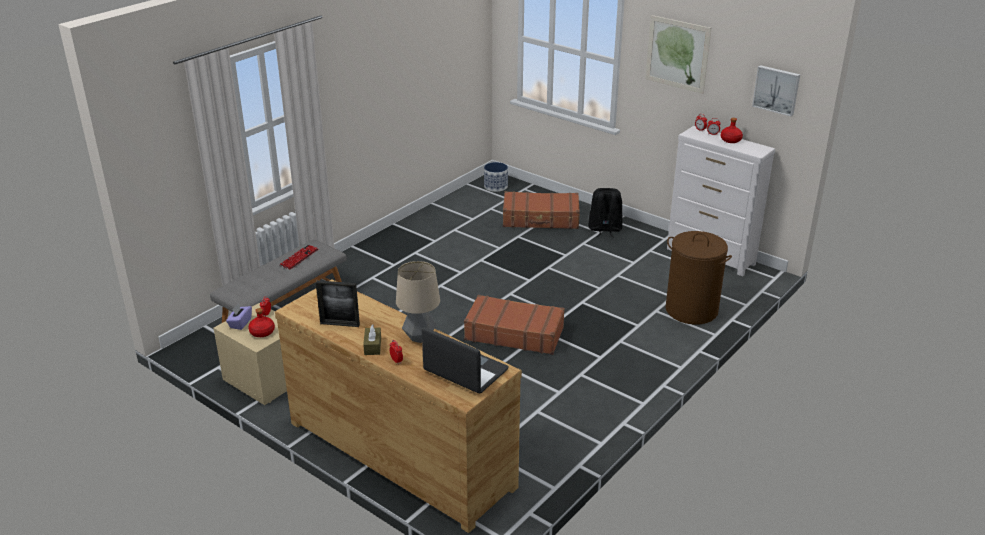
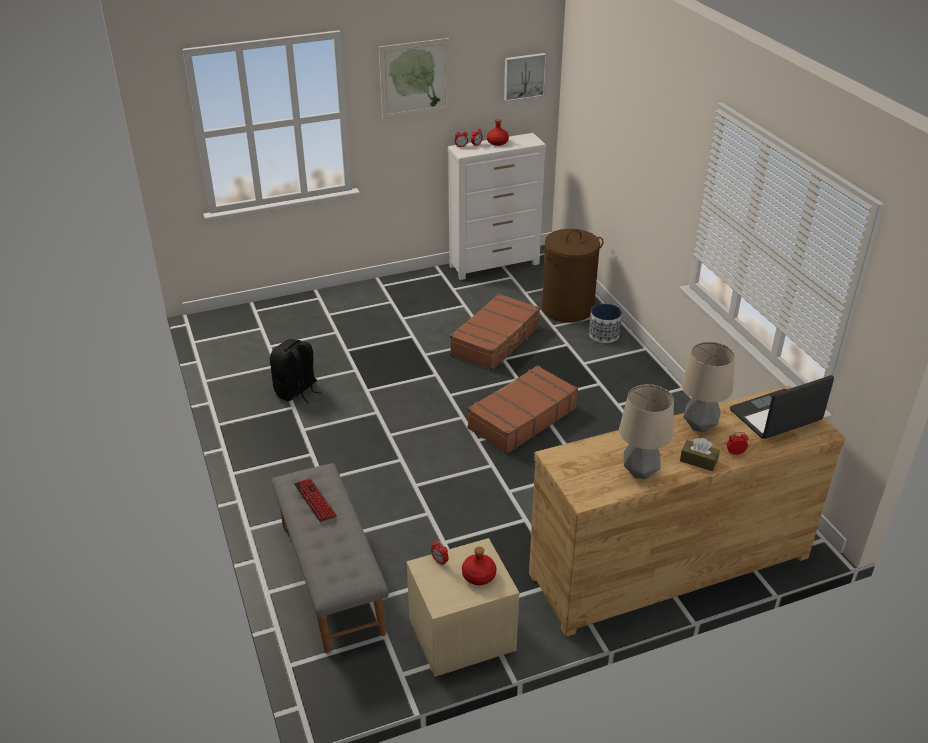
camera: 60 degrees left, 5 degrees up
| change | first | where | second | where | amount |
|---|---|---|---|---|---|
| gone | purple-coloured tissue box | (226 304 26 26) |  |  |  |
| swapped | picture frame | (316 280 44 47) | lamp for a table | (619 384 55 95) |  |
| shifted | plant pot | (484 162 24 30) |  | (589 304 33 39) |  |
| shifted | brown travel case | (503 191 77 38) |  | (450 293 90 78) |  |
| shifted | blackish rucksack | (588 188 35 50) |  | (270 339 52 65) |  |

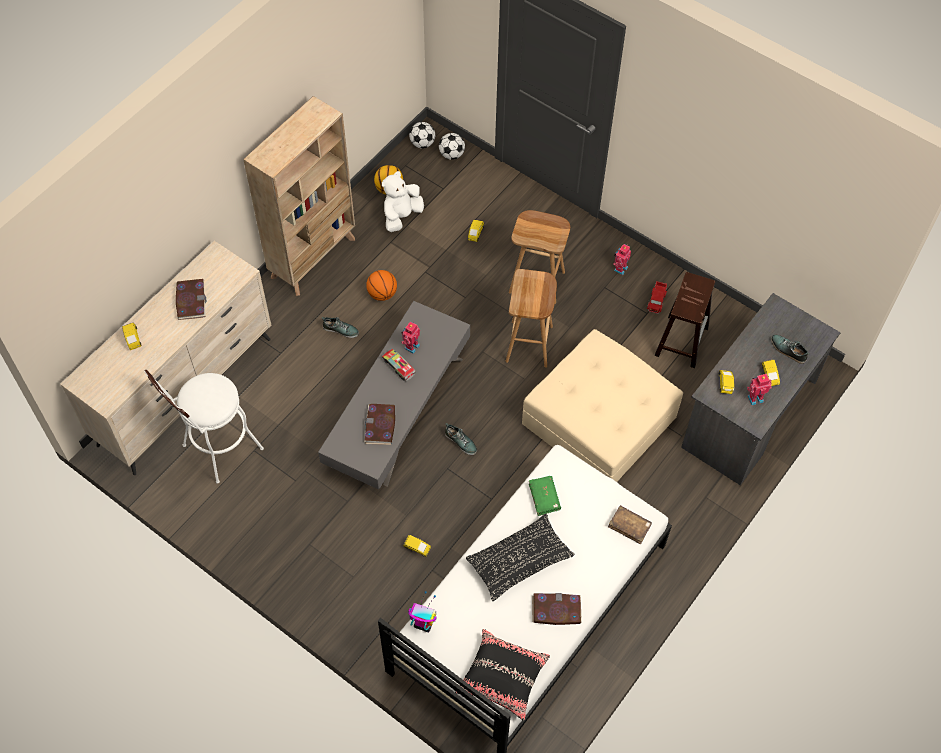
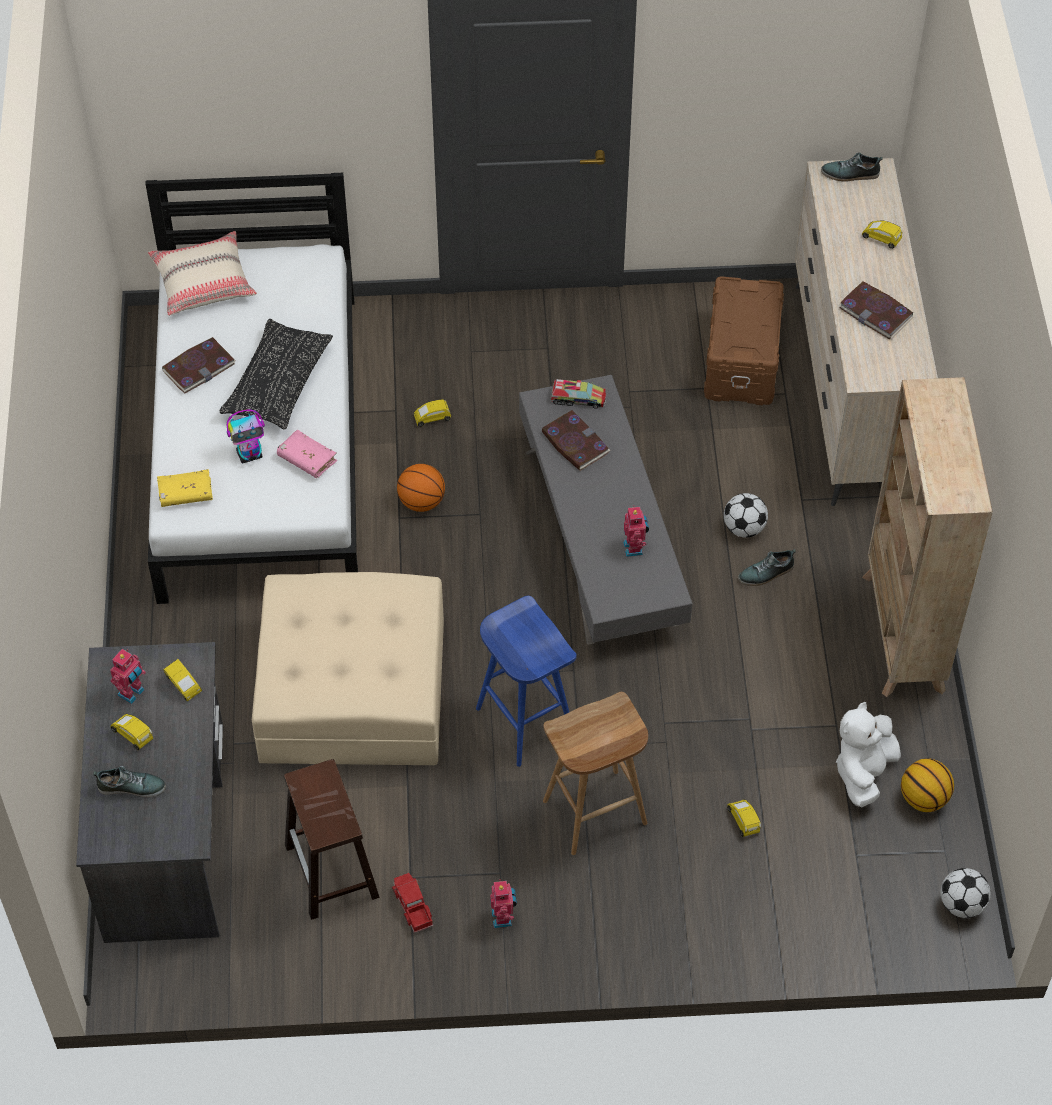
camera: 140 degrees right, 5 degrees down
| change | first | where | second | where | amount |
|---|---|---|---|---|---|
| swapped | white-coloured stool | (144 370 120 114) | brown storage container | (704 276 80 129) |  |
| shifted | basketball | (366 270 31 31) |  | (397 464 48 48) |  |
| rotated | white-coloured cuddly toy | (382 171 42 61) |  | (836 702 65 105) | 150 degrees counterclockwise |
| shifted | toy truck | (382 349 33 32) |  | (551 379 55 30) |  |
| shifted | model robot | (408 591 29 41) |  | (227 409 38 54) |  |
| shifted | football ball | (439 133 26 27) |  | (724 493 44 45) |  |
| shifted | item of footwear | (445 423 32 32) |  | (821 152 62 30) |  |
| repainted | blackish throw pillow | (455 629 95 92) | sand-coloured throw pillow | (148 231 109 85) |  |
| repainted | brown stool | (506 269 51 99) | blue-coloured stool | (476 596 101 171) |  |
| repainted | greenish book | (529 476 32 40) | pink book | (277 430 60 48) |  |
| repainted | brown book | (608 505 44 39) | yellowish book | (157 469 56 38) |  |

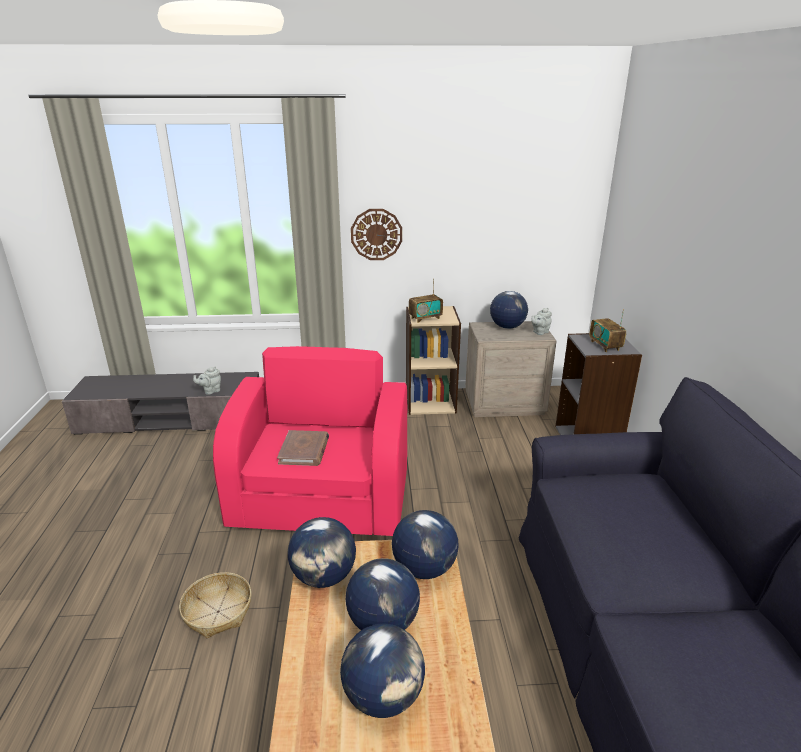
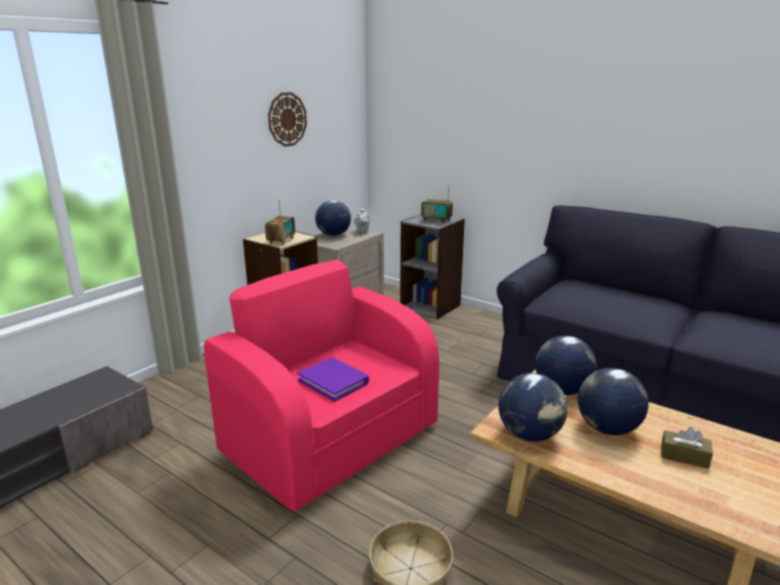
camera: 50 degrees left, 5 degrees down
| change | first | where | second | where | amount |
|---|---|---|---|---|---|
| gone | grey pot for tea | (193 367 28 28) |  |  |  |
| repainted | brown book | (277 430 52 36) | purple-coloured book | (297 357 72 45) |  |
| swapped | desk globe | (340 624 85 94) | brown tissue box | (661 427 52 42) |  |
| shifted | clock on the wall | (351 209 51 51) |  | (268 92 39 55) |  |

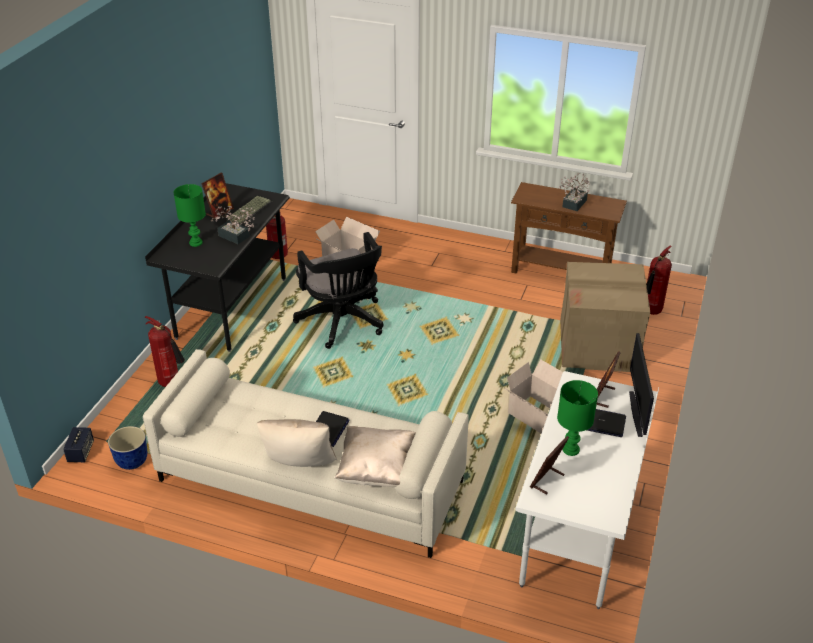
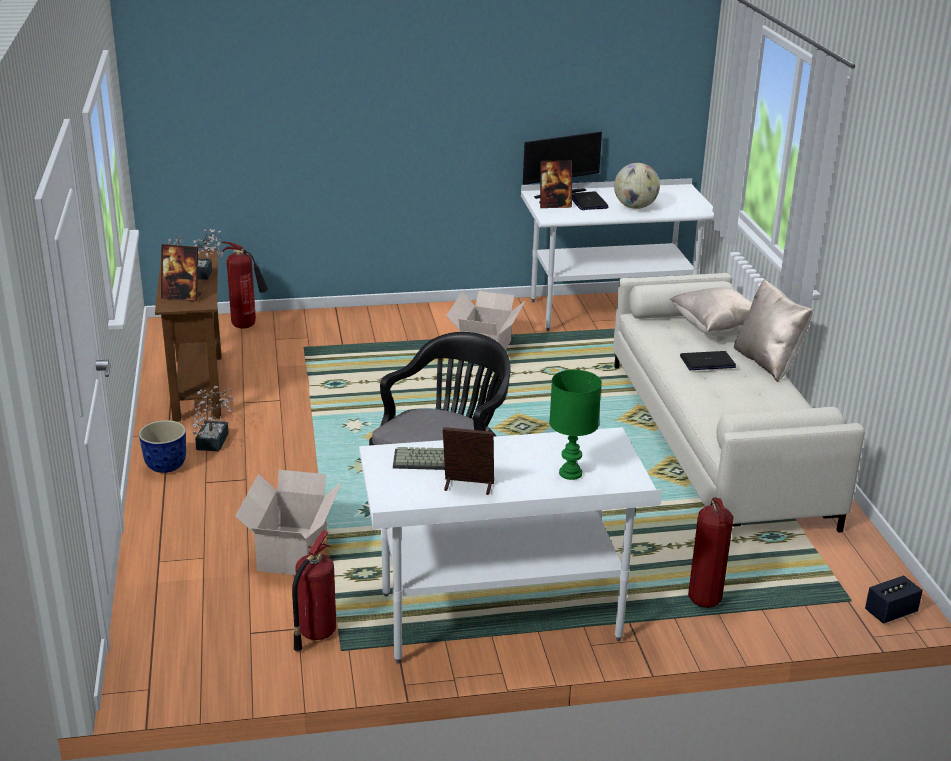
camera: 120 degrees left, 10 degrees down
| change | first | where | second | where | amount |
|---|---|---|---|---|---|
| shifted | plant pot | (108 426 39 44) |  | (139 420 47 53) |  |
| repainted | blackish desk table | (145 183 145 169) | white-coloured desk table | (359 427 303 237) |  |
| shifted | plant in a pot | (211 206 44 38) |  | (192 386 42 65) |  |
| shifted | picture frame | (530 436 39 59) |  | (161 244 40 58) |  |
| swapped | greenish lamp for a table | (557 380 41 76) | desk globe | (614 163 46 46) |  |
| gone | cardboard box | (560 262 90 110) |  |  |  |

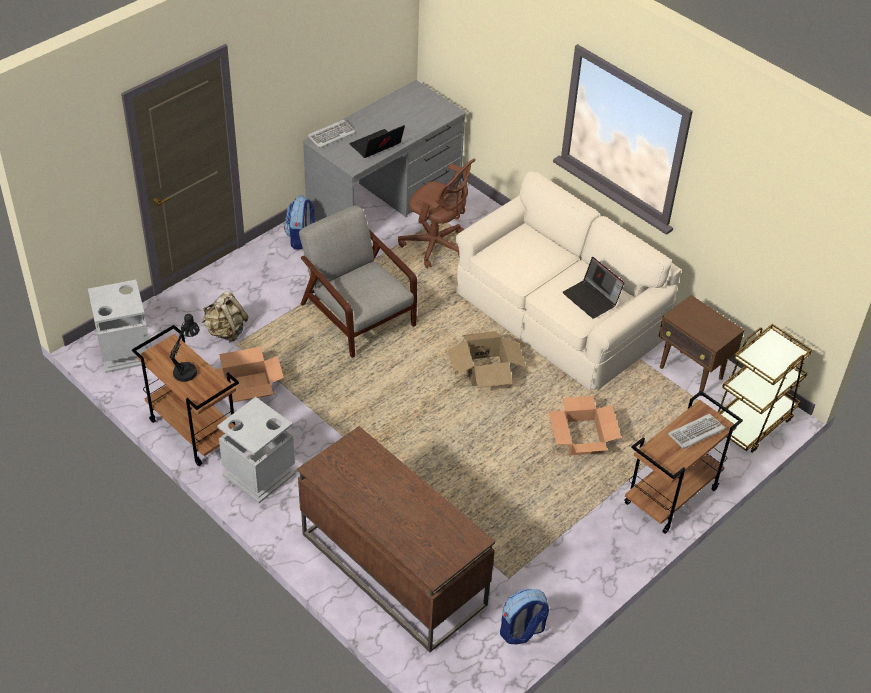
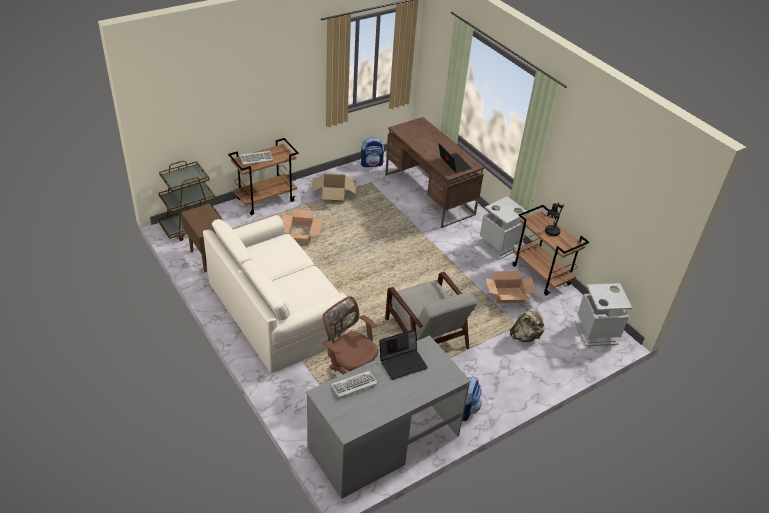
camera: 170 degrees left, 5 degrees down
| change | first | where | second | where | amount |
|---|---|---|---|---|---|
| shifted | keyboard | (307 119 49 29) |  | (331 371 47 27) |  |
| shifted | cardboard box | (448 331 78 57) |  | (311 173 45 29) |  |
| shifted | notebook computer | (562 257 62 62) |  | (438 143 34 30) |  |

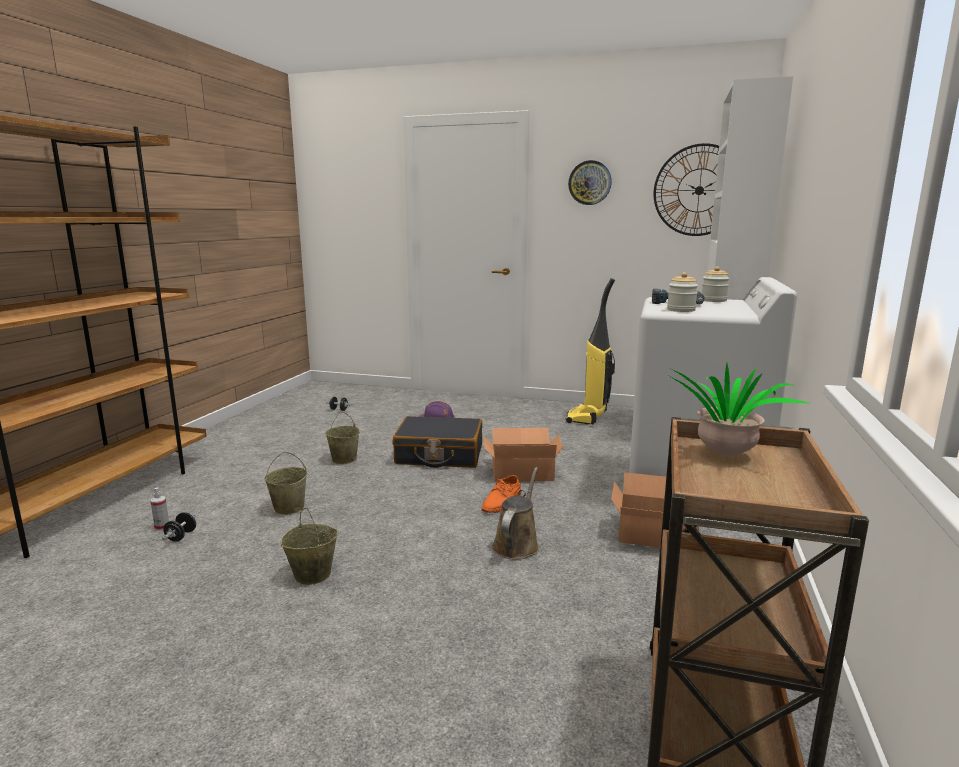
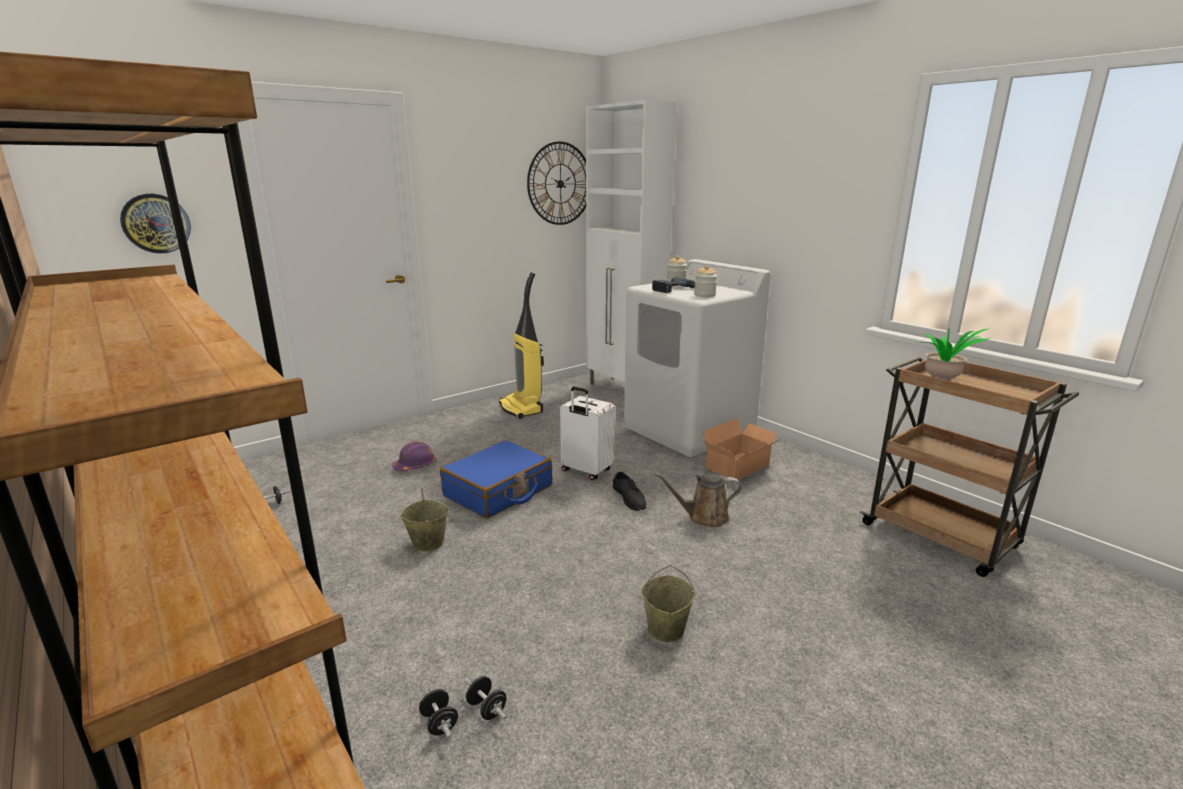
camera: 55 degrees left, 5 degrees up
| change | first | where | second | where | amount |
|---|---|---|---|---|---|
| swapped | spray bottle | (150 487 19 44) | blackish dumbbell | (419 688 39 50) |  |
| gone | sand-coloured bucket | (265 452 42 63) |  |  |  |
| repainted | blackish travel case | (393 416 89 52) | blue-coloured travel case | (440 440 112 78) |  |
| repainted | orange item of footwear | (481 475 40 38) | blackish item of footwear | (613 472 33 39) |  |
| swapped | cardboard box | (483 428 80 54) | white-coloured travel case | (560 386 55 94) |  |
| rotated | brown watering pot | (492 467 47 93) |  | (654 472 88 55) | 60 degrees counterclockwise |
| shifted | clock on the wall | (568 160 44 45) |  | (120 194 71 60) |  |

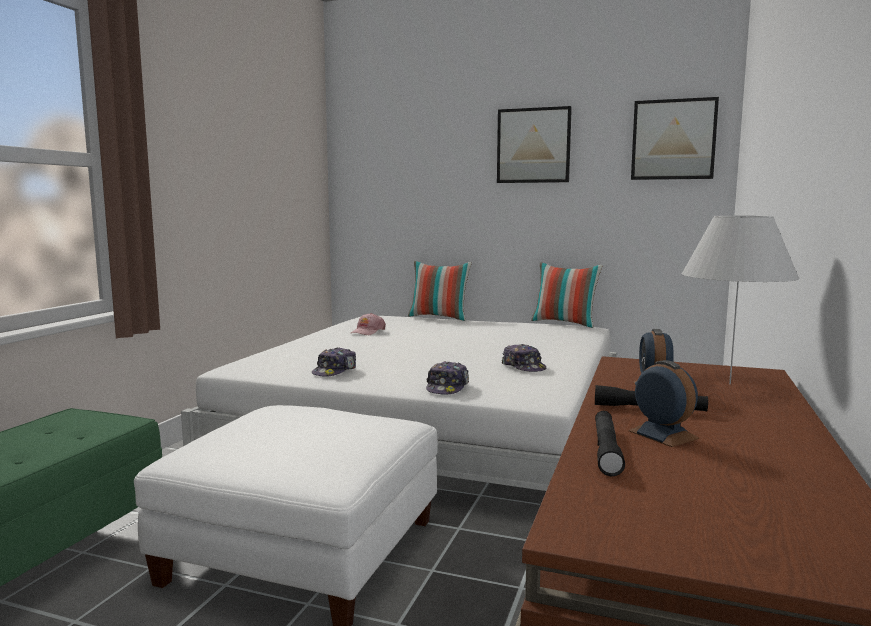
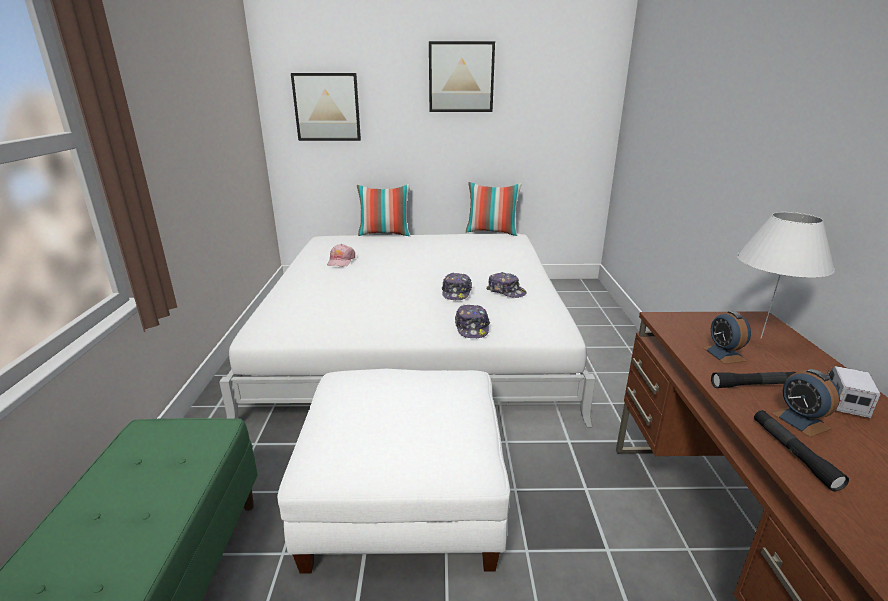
camera: 20 degrees left, 15 degrees up
| change | first | where | second | where | amount |
|---|---|---|---|---|---|
| shifted | peaked cap | (312 347 44 30) |  | (442 273 30 27) |  |
| rotated | table clock | (628 360 71 87) |  | (771 369 69 68) | 150 degrees counterclockwise |
| shifted | picture | (631 97 88 83) |  | (291 73 70 68) |  |
| new |  |  | toy truck | (826 366 55 52) |  |

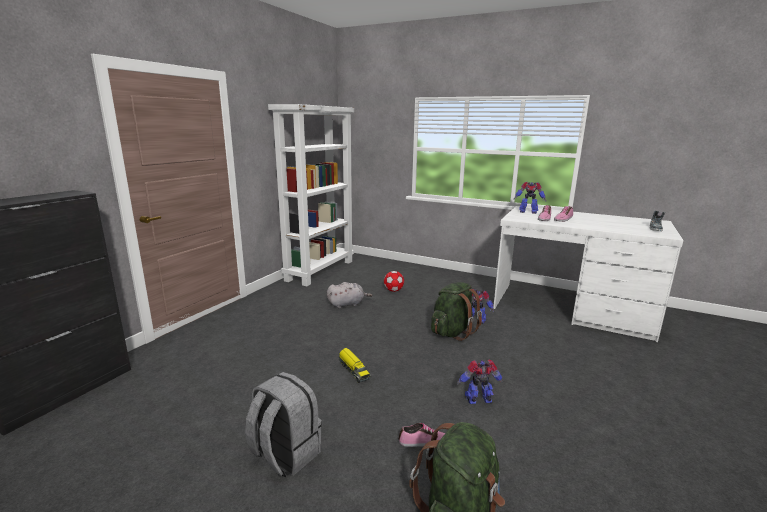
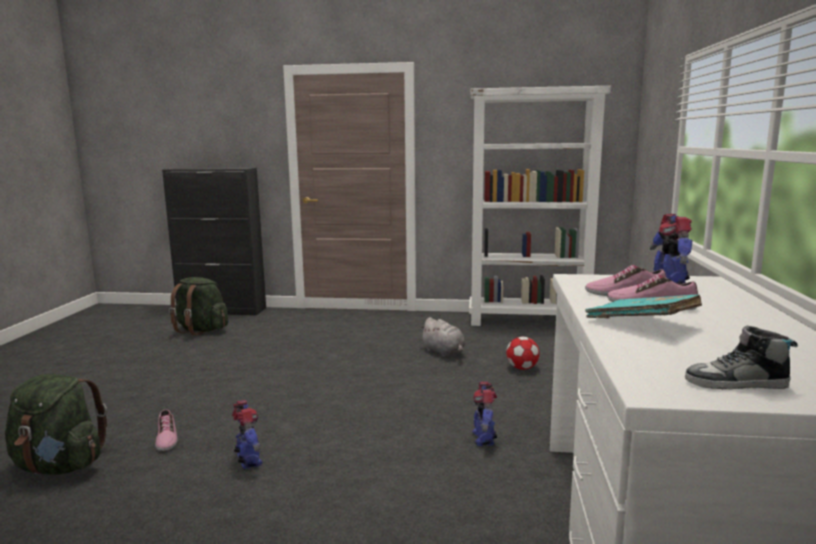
camera: 70 degrees right, 5 degrees down
| change | first | where | second | where | amount |
|---|---|---|---|---|---|
| gone | grey rucksack | (245 372 77 106) |  |  |  |
| gone | toy truck | (339 348 32 35) |  |  |  |
| shifted | greenish rucksack | (431 282 51 59) |  | (169 277 59 58) |  |
| new |  |  | turquoise-coloured book | (586 295 116 23) |  |

